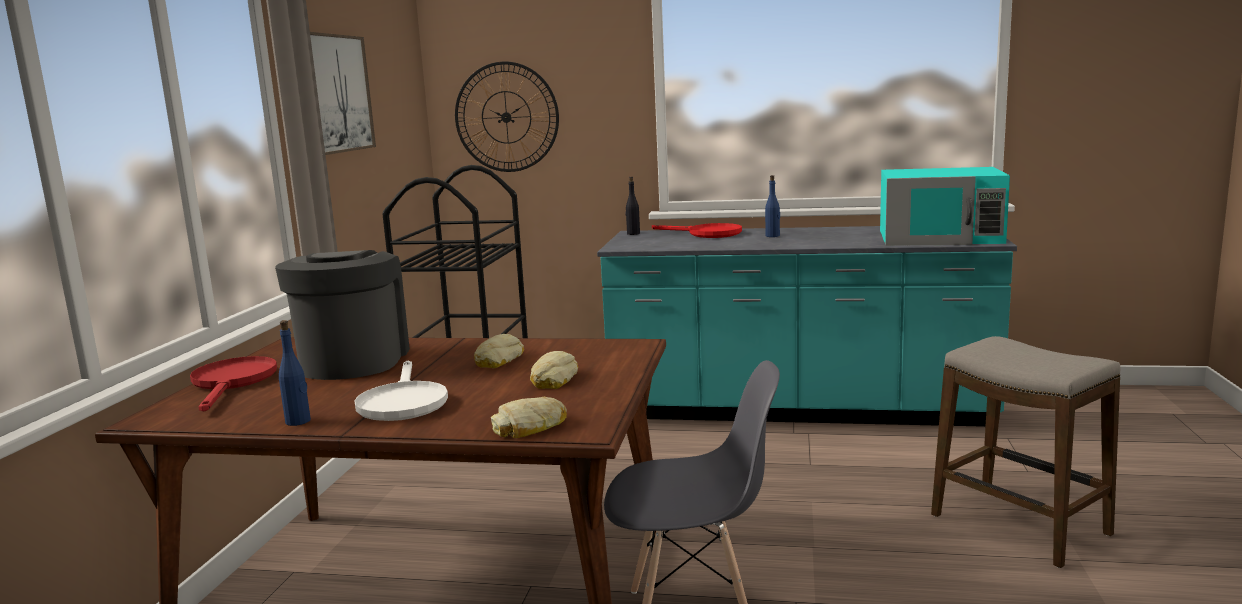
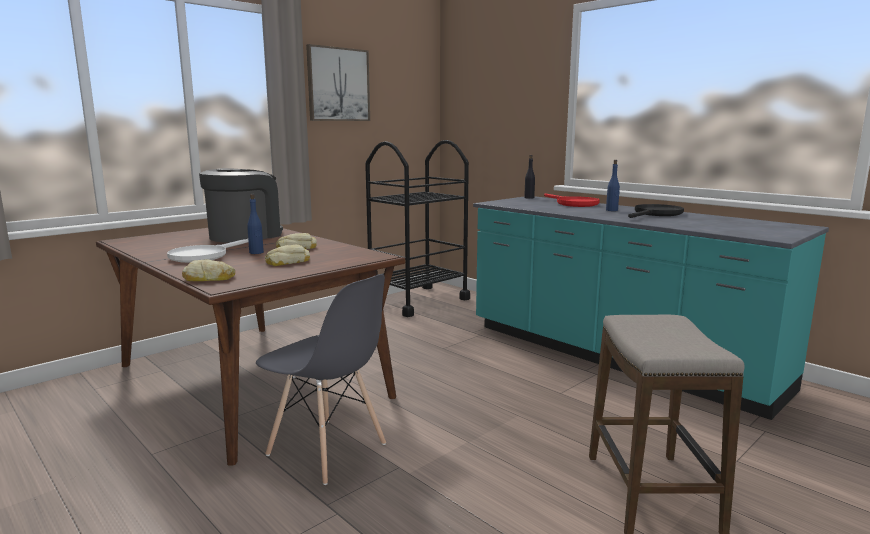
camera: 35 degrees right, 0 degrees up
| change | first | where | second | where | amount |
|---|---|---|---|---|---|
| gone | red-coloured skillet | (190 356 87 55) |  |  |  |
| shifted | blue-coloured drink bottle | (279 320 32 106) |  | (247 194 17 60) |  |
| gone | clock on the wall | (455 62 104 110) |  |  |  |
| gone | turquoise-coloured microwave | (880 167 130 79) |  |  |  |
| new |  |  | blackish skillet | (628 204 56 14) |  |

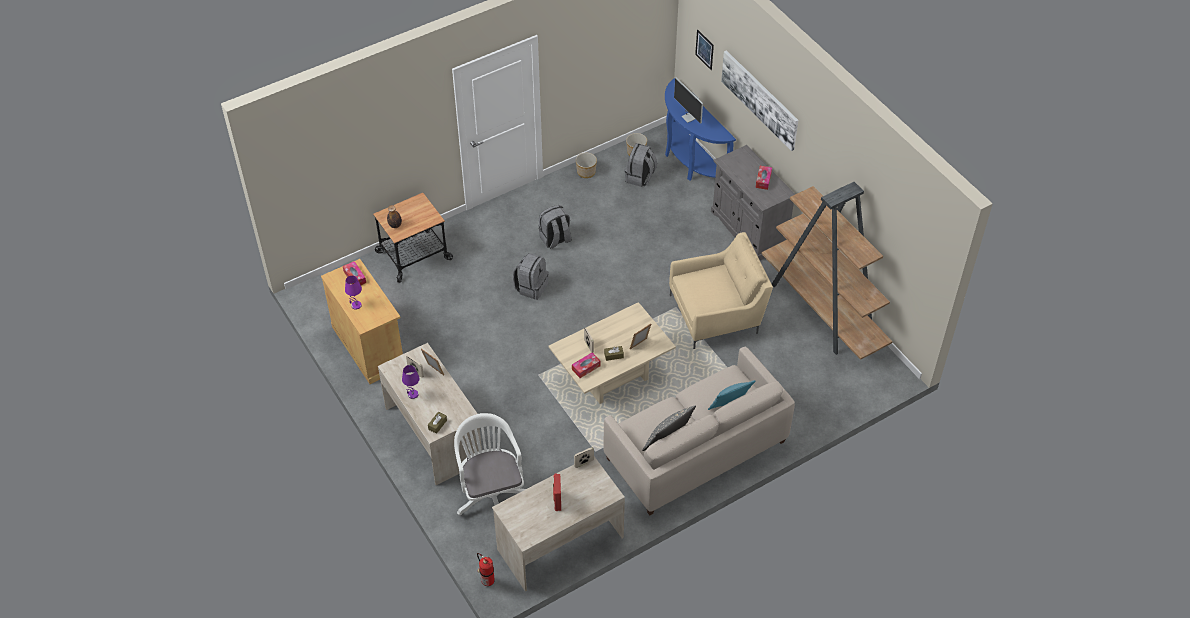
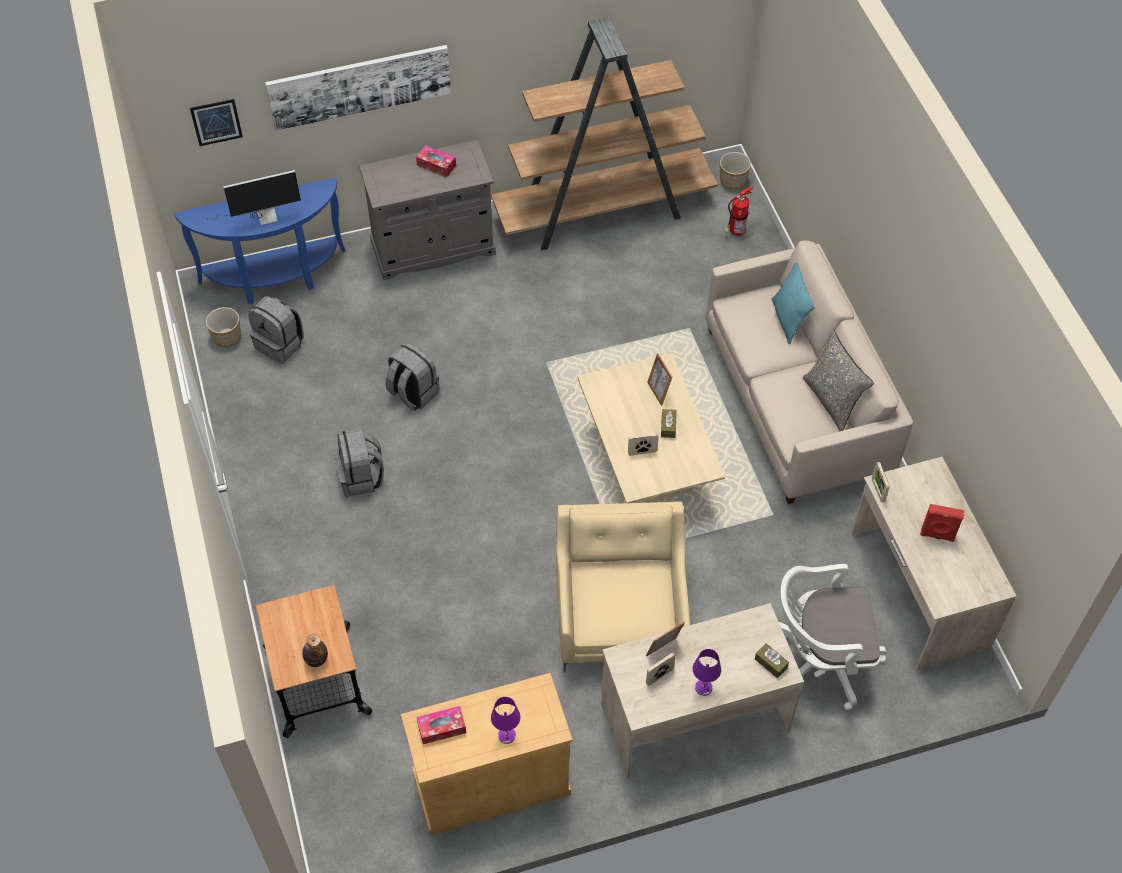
camera: 75 degrees left, 5 degrees up
| change | first | where | second | where | amount |
|---|---|---|---|---|---|
| shifted | fire-fighting cylinder | (477 553 17 33) |  | (724 186 29 50) |  |
| shifted | grey rucksack | (513 253 36 47) |  | (386 343 53 68) |  |
| gone | tissue box | (572 352 29 26) |  |  |  |
| shifted | plant pot | (576 153 21 25) |  | (720 152 31 38) |  |
| shifted | sand-coloured armchair | (669 232 104 117) |  | (556 501 134 172) |  |

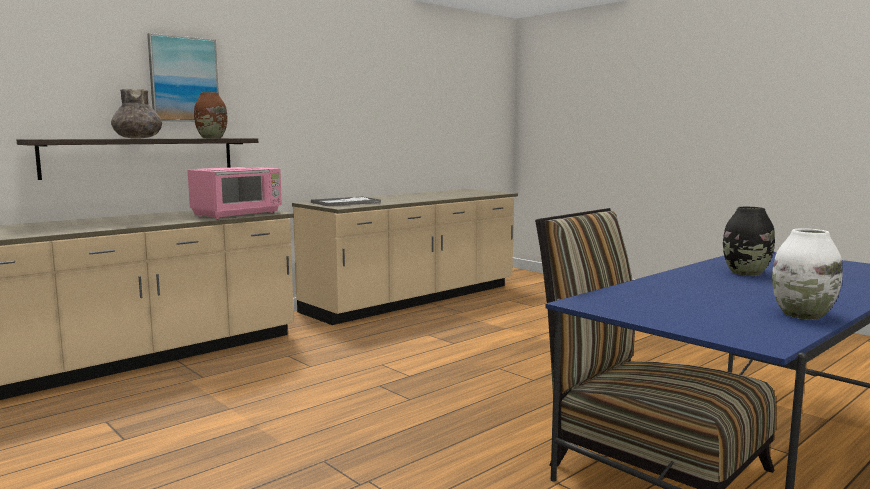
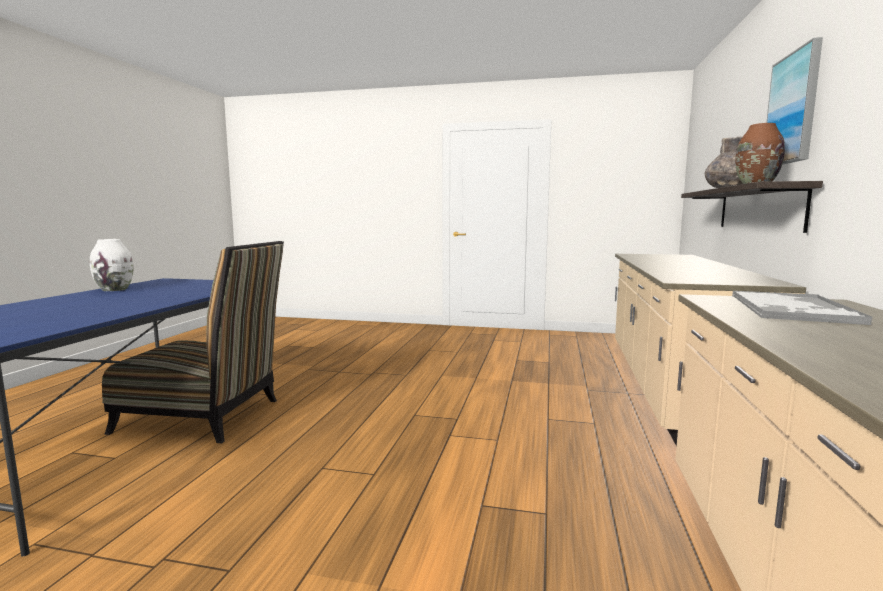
camera: 145 degrees right, 0 degrees up
| change | first | where | second | where | amount |
|---|---|---|---|---|---|
| gone | pink microwave | (188 167 94 52) |  |  |  |
| gone | blackish decorative vase | (723 207 52 69) |  |  |  |

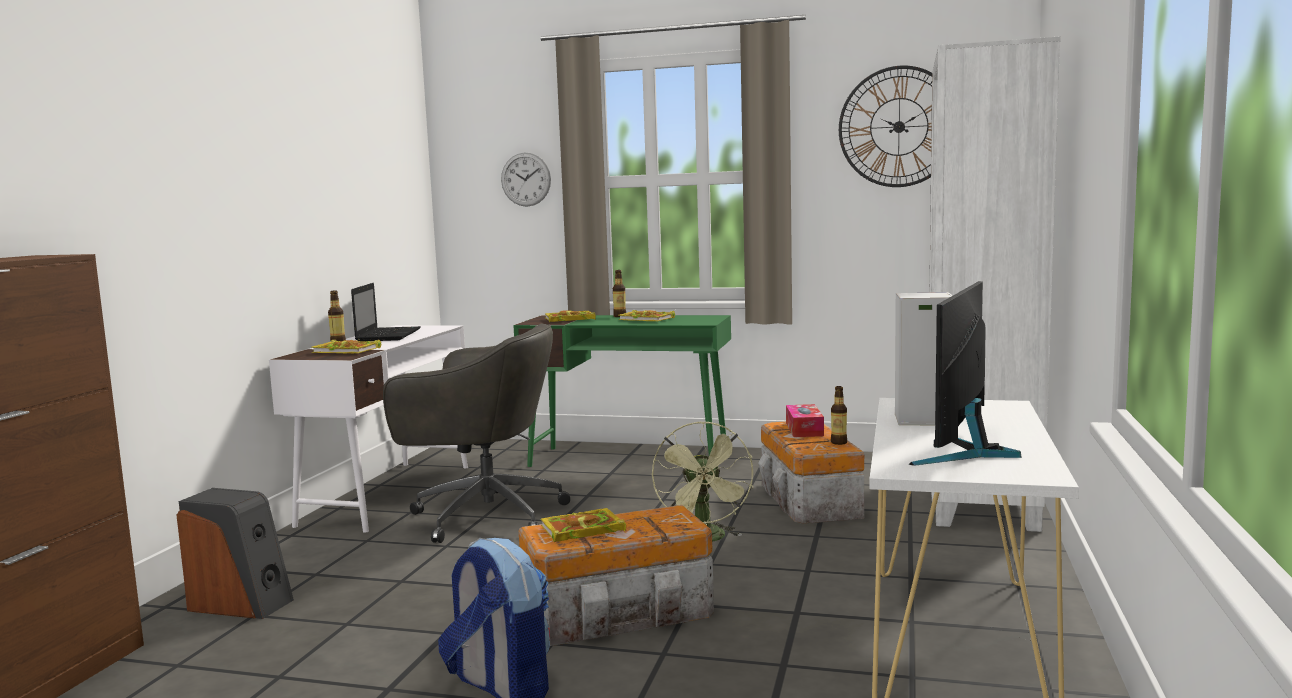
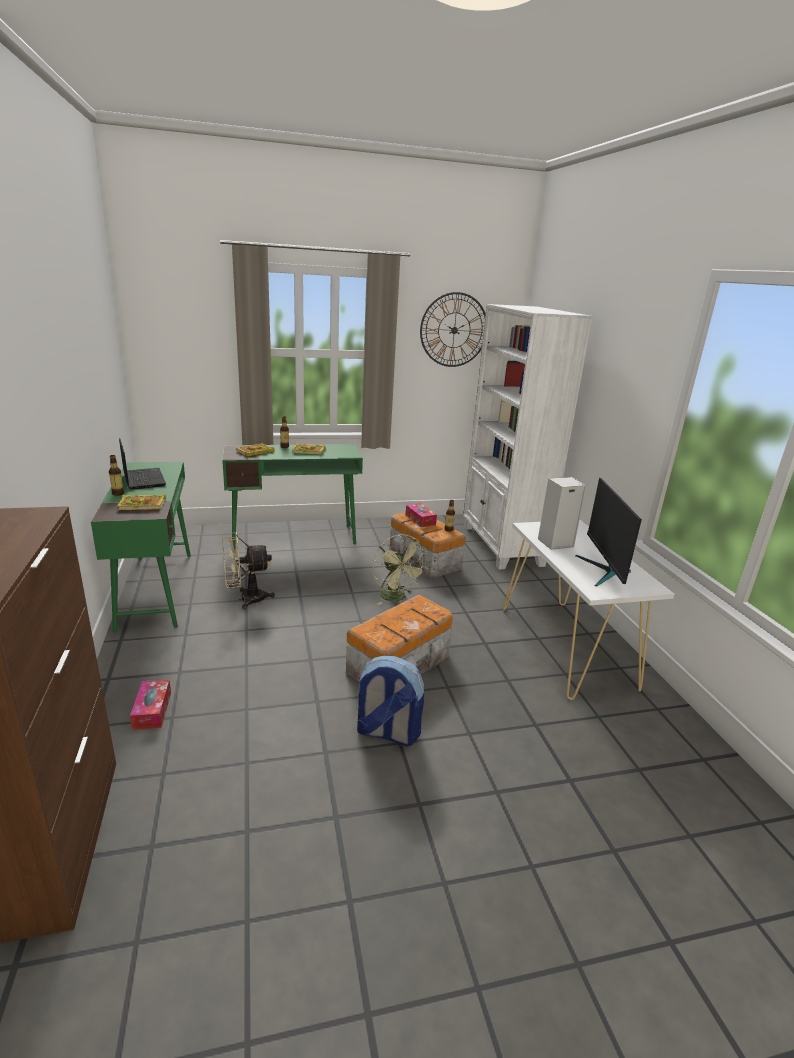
camera: 30 degrees left, 15 degrees up
| change | first | where | second | where | amount |
|---|---|---|---|---|---|
| swapped | loudspeaker | (177 488 117 131) | tissue box | (130 680 41 50) |  |
| repainted | white-coloured desk table | (269 325 199 208) | greenish desk table | (91 462 100 171) |  |
| swapped | grey office chair | (383 324 187 219) | sand-coloured electric fan | (222 532 53 78) |  |
| gone | clock on the wall | (501 153 50 54) |  |  |  |
| gone | book | (541 508 85 34) |  |  |  |

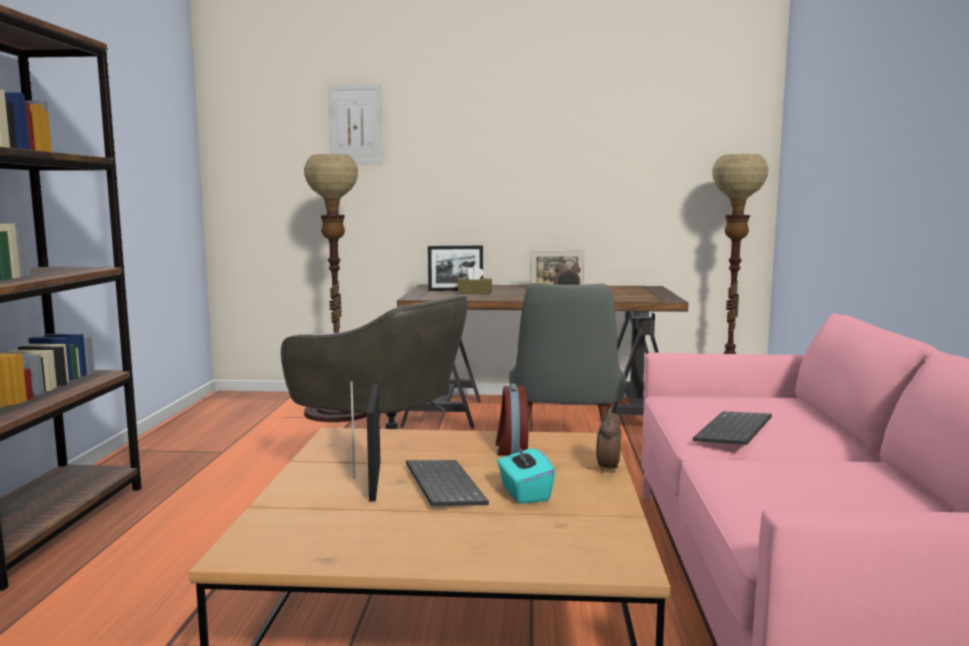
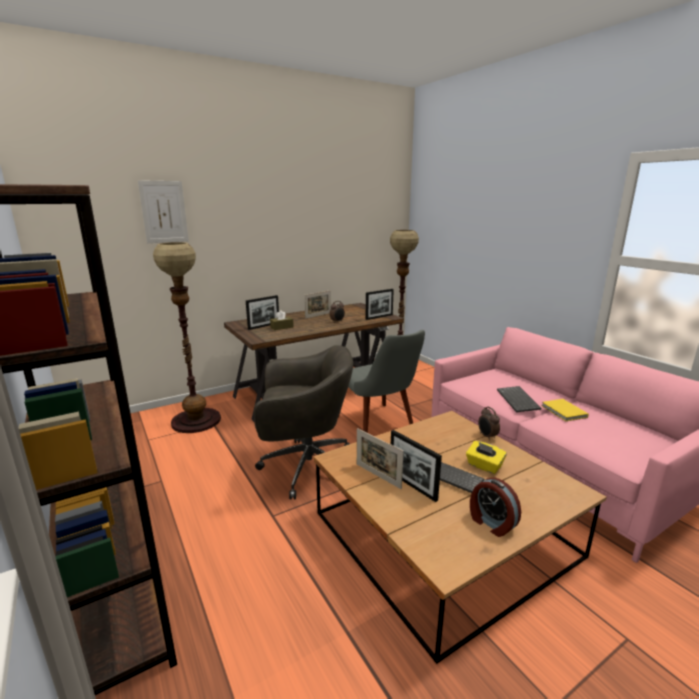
camera: 35 degrees left, 10 degrees up
| change | first | where | second | where | amount |
|---|---|---|---|---|---|
| shifted | table clock | (496 384 32 72) |  | (470 478 51 59) |  |
| repainted | turquoise-coloured tissue box | (497 443 58 61) | yellowish tissue box | (466 441 41 33) |  |
| new |  |  | picture frame | (366 289 28 31) |  |
| new |  |  | yellowish book | (541 399 48 22) |  |

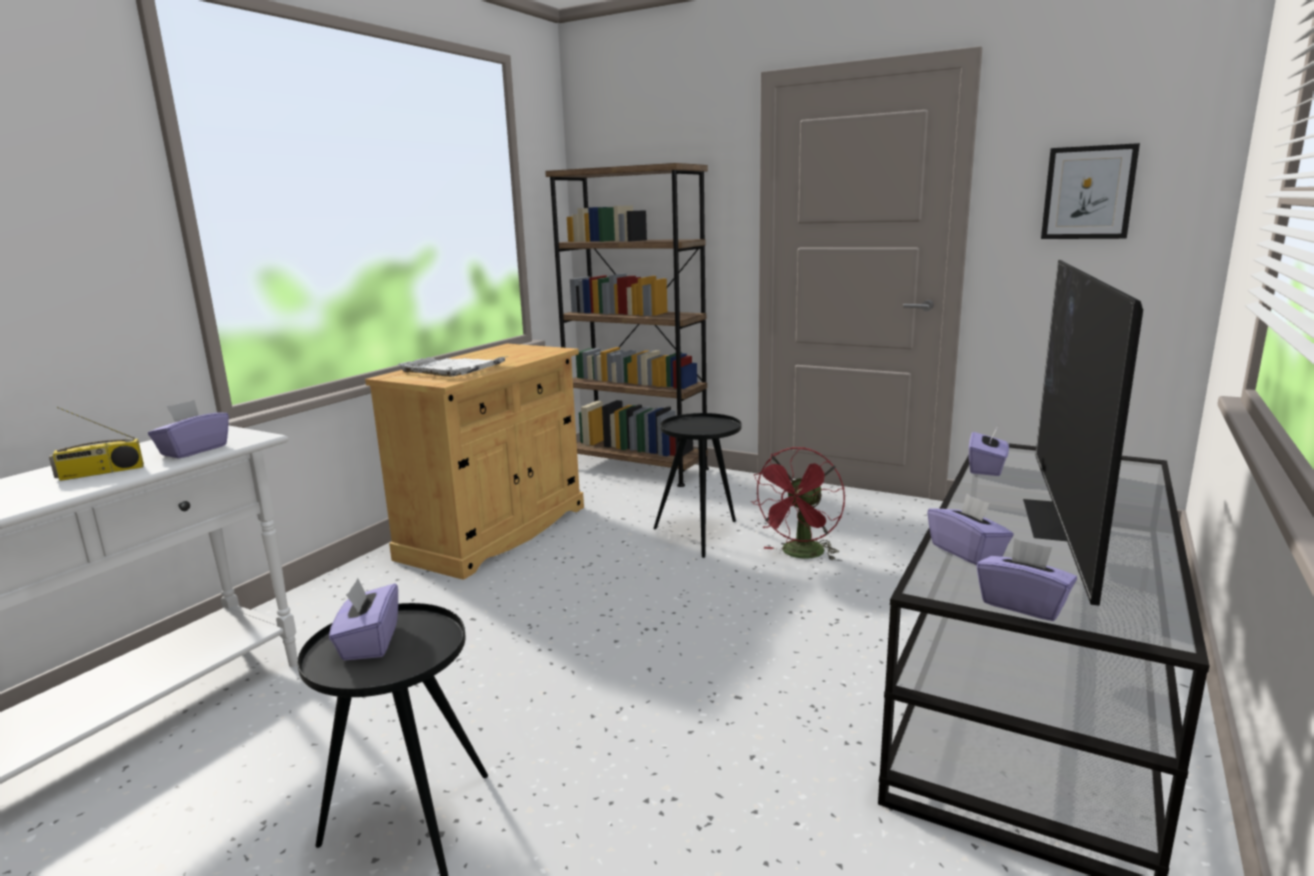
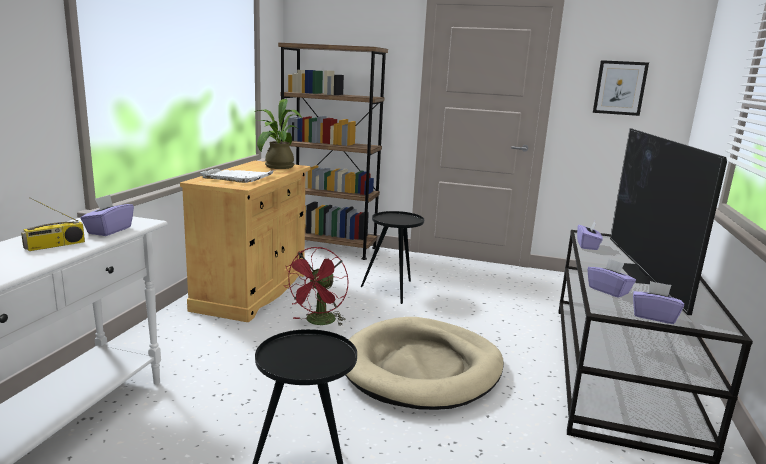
camera: 15 degrees left, 0 degrees up
| change | first | where | second | where | amount |
|---|---|---|---|---|---|
| gone | purple-coloured tissue box | (329 578 69 82) |  |  |  |
| shifted | red-coloured electric fan | (751 447 94 114) |  | (283 247 66 79) |  |
| new |  |  | plant in a pot | (254 99 48 70) |  |
| new |  |  | sand-coloured dog cushion | (345 317 159 93) |  |

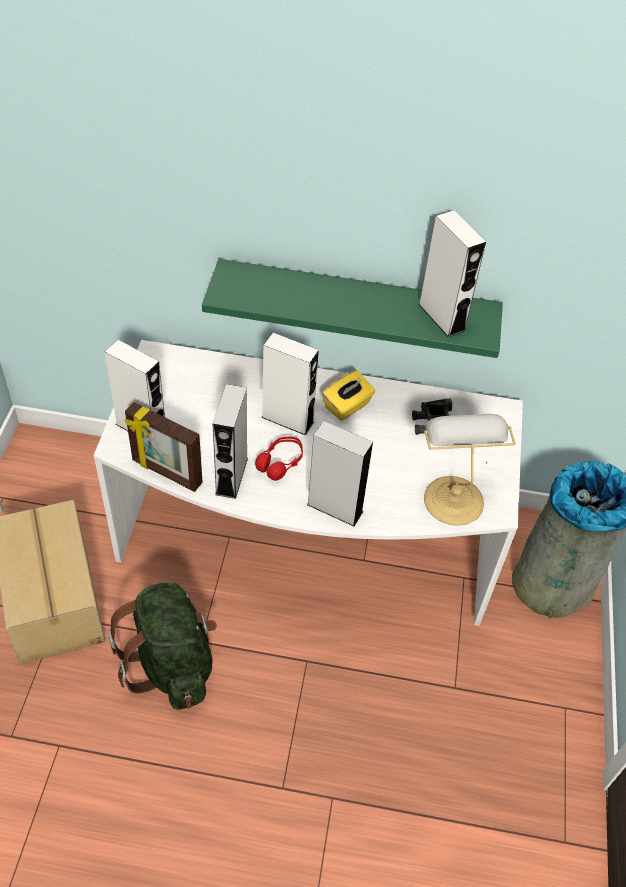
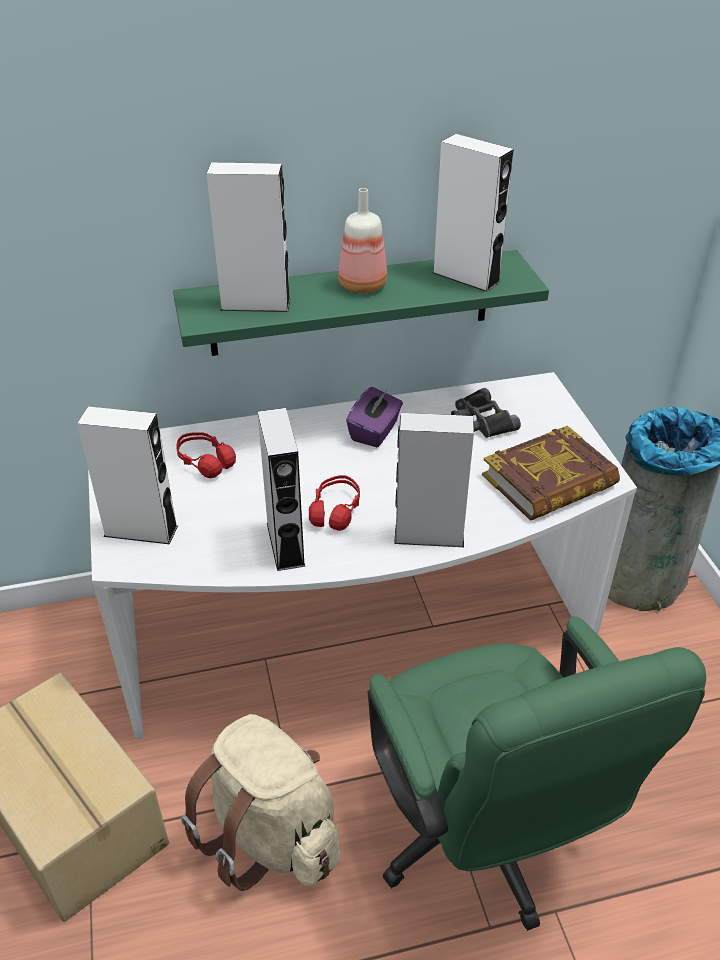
camera: 20 degrees left, 10 degrees down
| change | first | where | second | where | amount |
|---|---|---|---|---|---|
| repainted | greenish rucksack | (108 582 109 128) | sand-coloured rucksack | (181 714 160 177) |  |
| gone | picture frame | (125 402 78 90) |  |  |  |
| shifted | white-coloured loudspeaker | (261 333 58 102) |  | (207 163 84 149) |  |
| repainted | yellowish tissue box | (322 370 53 51) | purple-coloured tissue box | (346 387 57 60) |  |
| swapped | lamp for a table | (424 414 92 112) | book | (482 425 138 96) |  |
| new |  |  | red-coloured pair of headphones | (177 432 59 46) |  |
| new |  |  | drink bottle | (338 188 49 105) |  |
| new |  |  | greenish office chair | (367 616 339 315) |  |

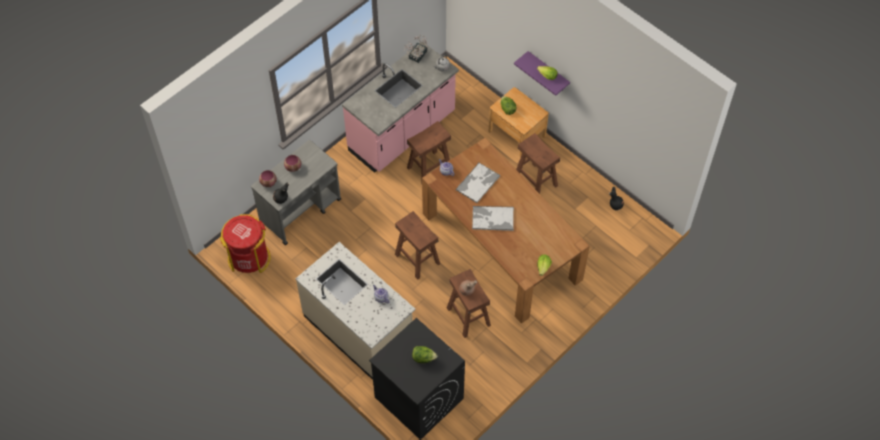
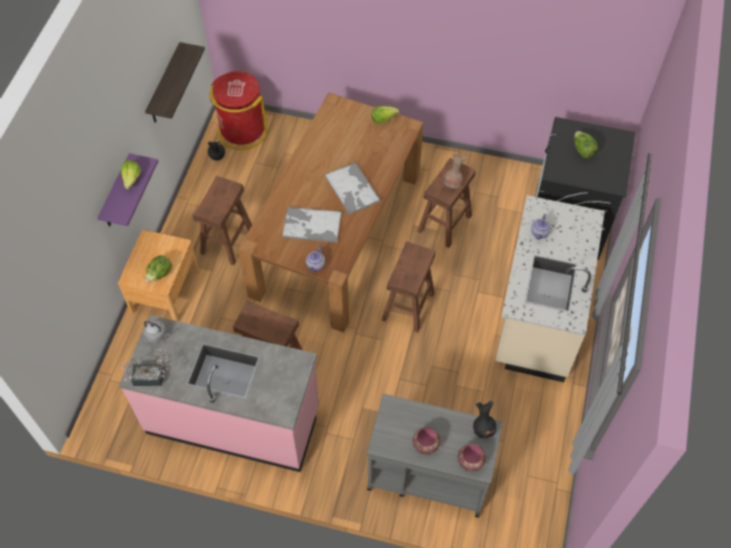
camera: 120 degrees left, 0 degrees up
| change | first | where | second | where | amount |
|---|---|---|---|---|---|
| shifted | red-coloured trash can | (220 214 51 59) |  | (209 71 58 79) |  |
| new |  |  | bracket shelf | (145 42 60 81) |  |

